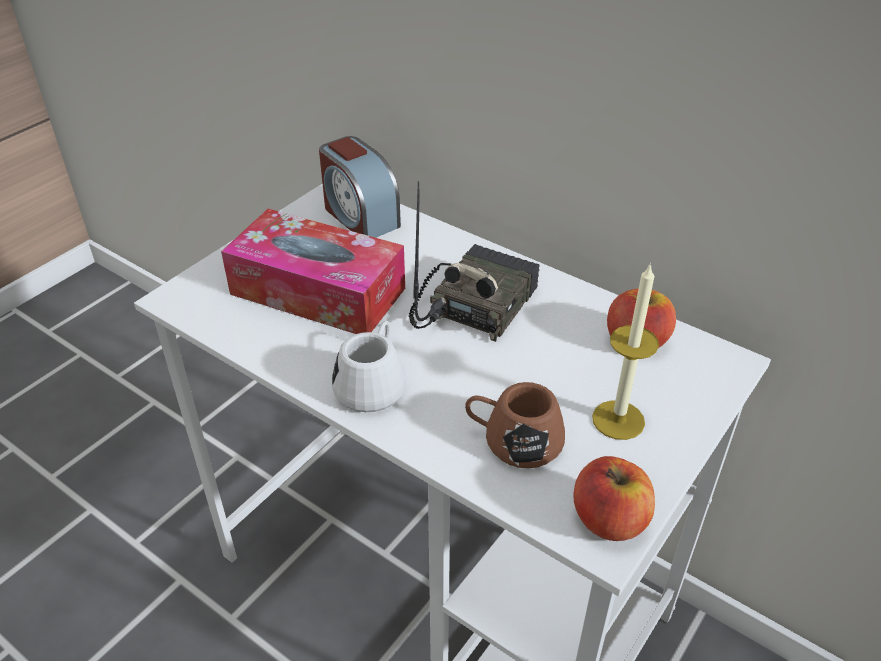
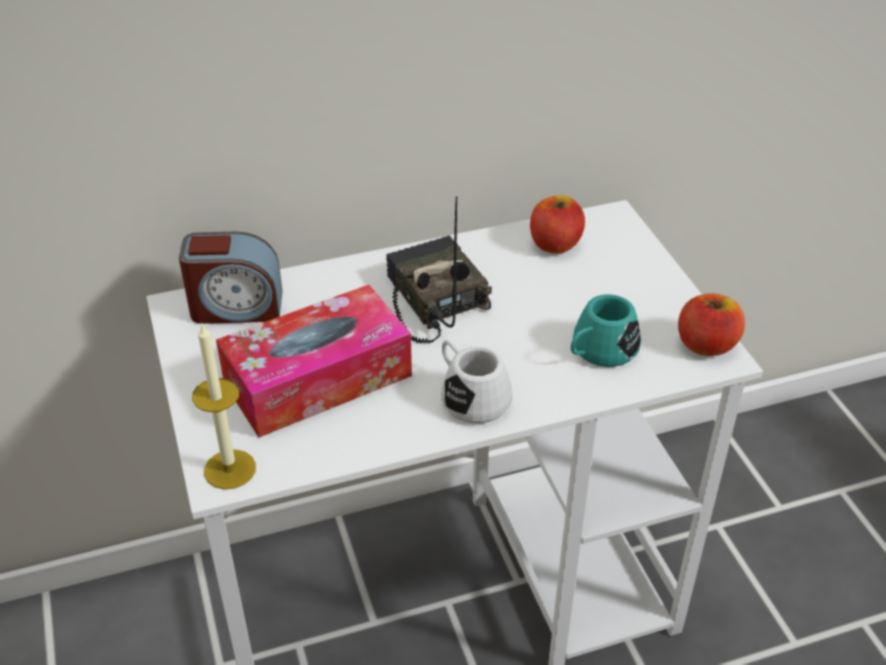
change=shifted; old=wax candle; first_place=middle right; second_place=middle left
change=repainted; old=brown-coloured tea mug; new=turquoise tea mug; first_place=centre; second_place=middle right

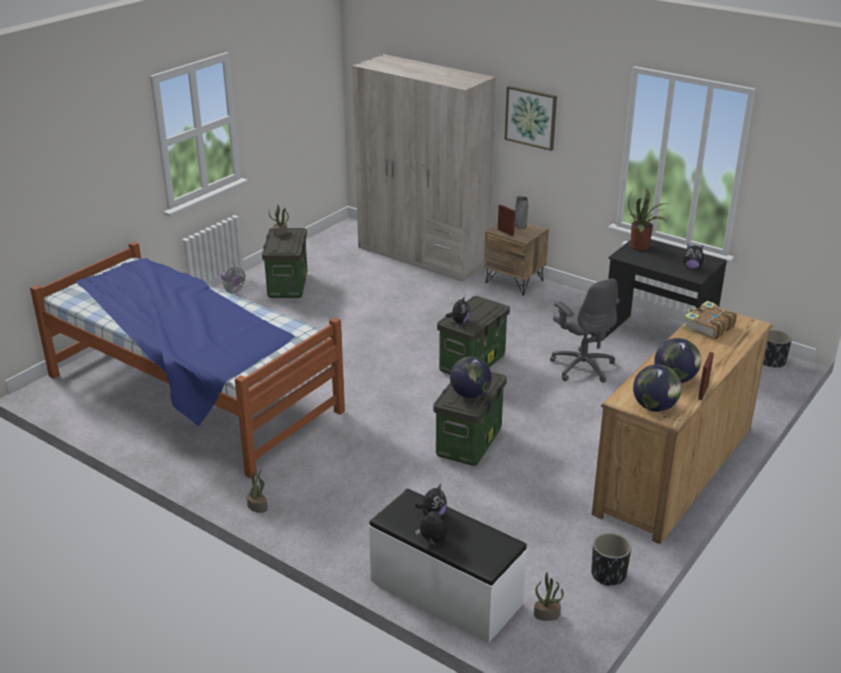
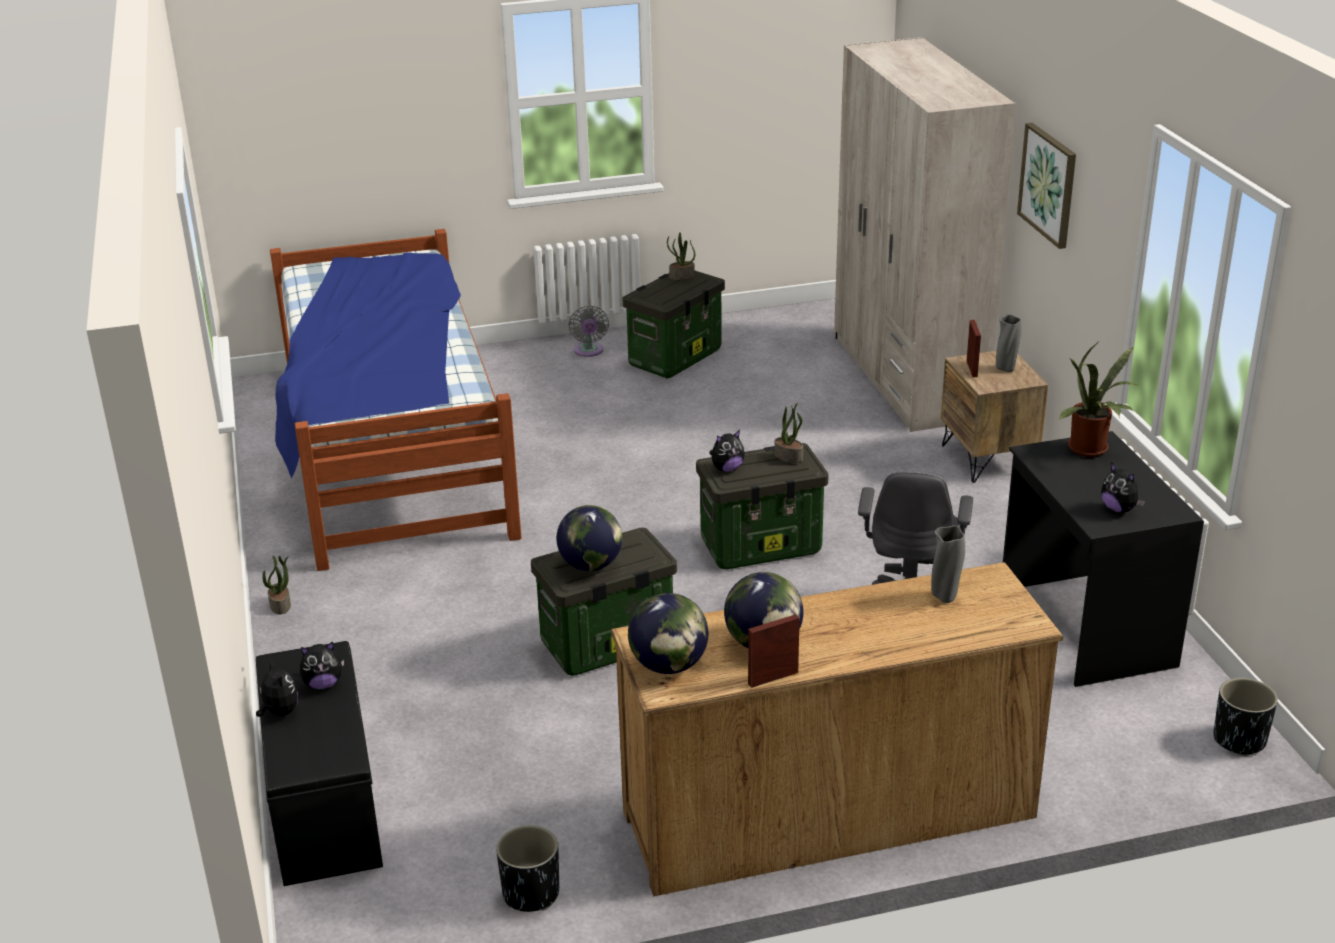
change=shifted; old=potted plant (no. 3 from left); first_place=bottom centre; second_place=centre
change=swapped; old=book; new=grey flower vase (no. 1 from left); first_place=middle right; second_place=middle right
change=repainted; old=white-coloured long seat; new=black long seat; first_place=bottom centre; second_place=bottom left

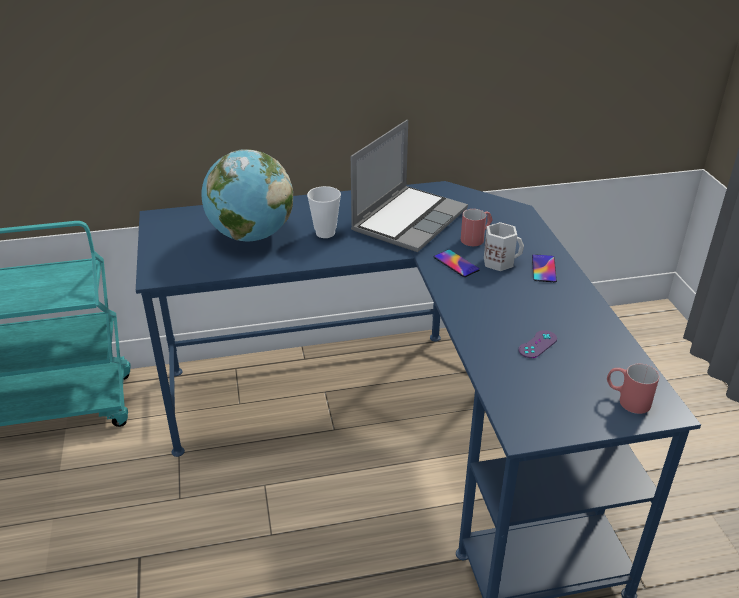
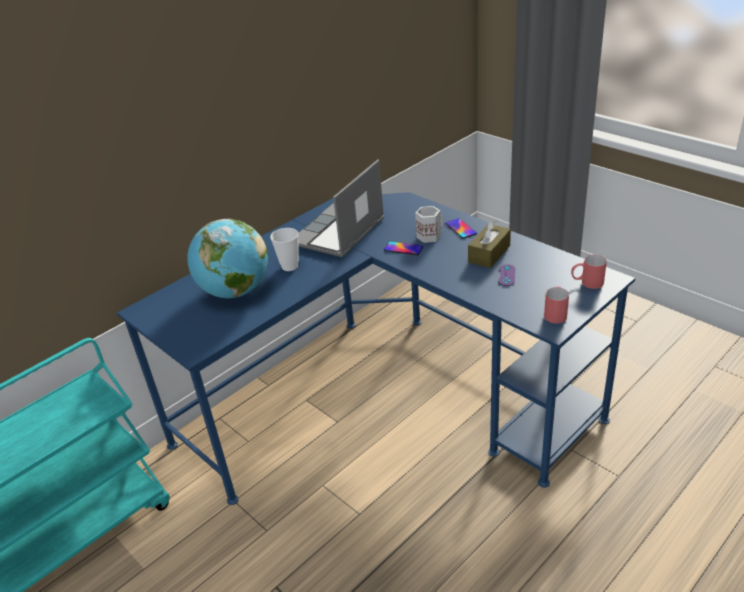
change=new; new=brown-coloured tissue box; second_place=centre
change=shifted; old=red-coloured tea mug (no. 1 from left); first_place=centre; second_place=middle right
change=rotated; old=laptop; first_place=top centre; second_place=centre; degrees=-150

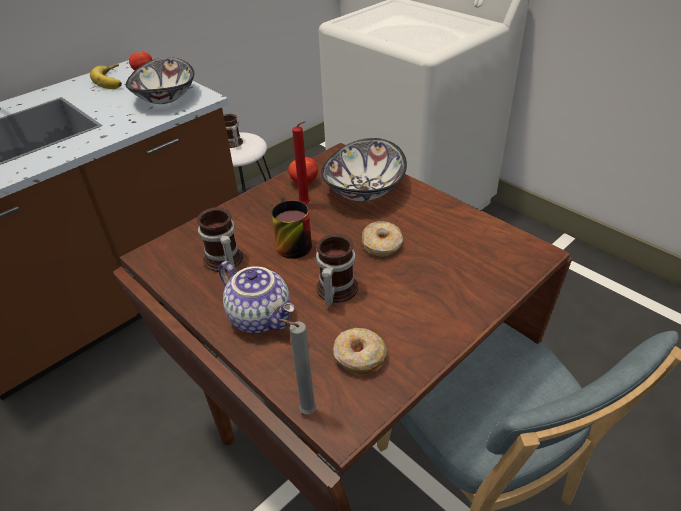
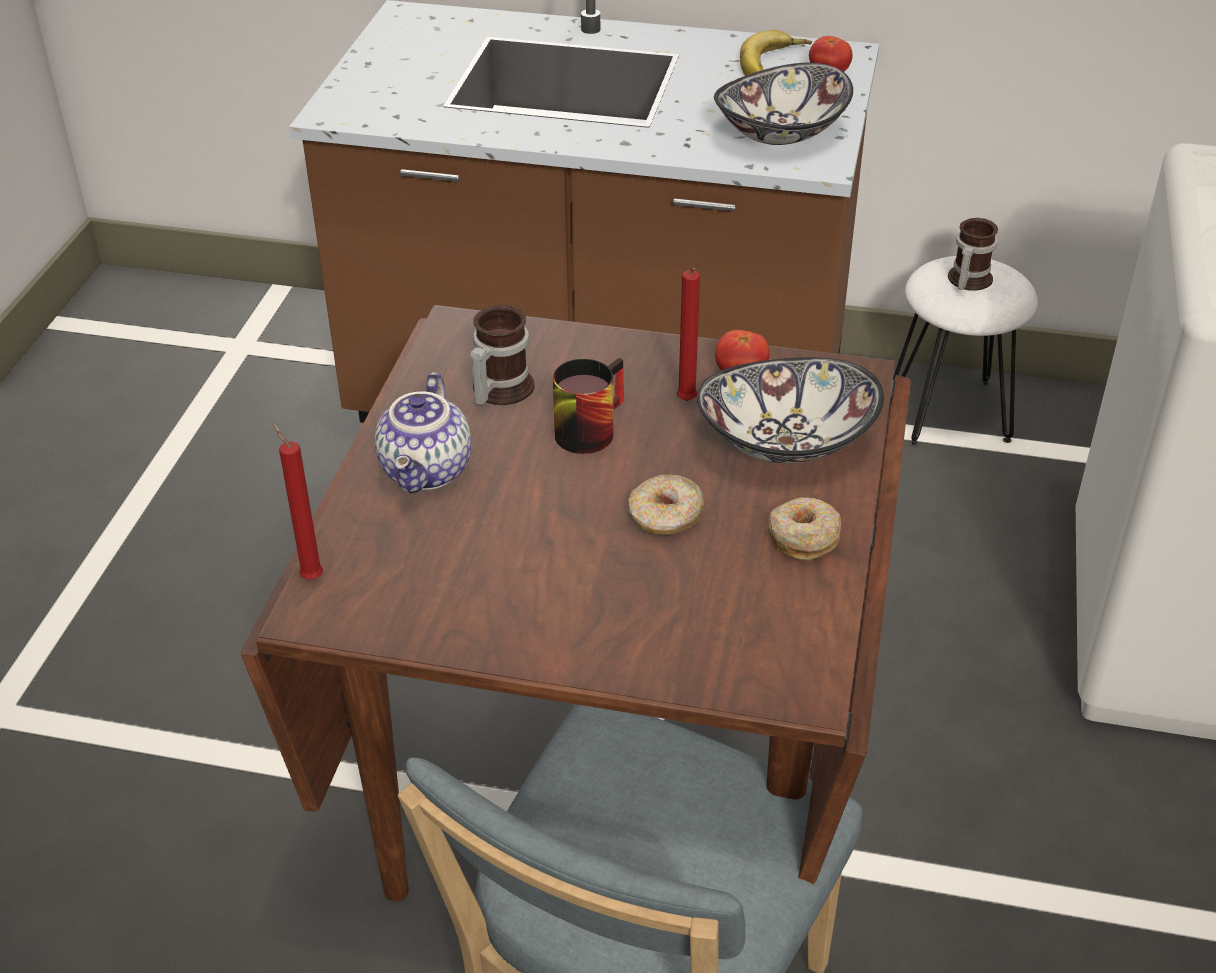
change=gone; old=tea mug (no. 4 from left); first_place=centre
change=shifted; old=donut (no. 1 from left in the first image); new=donut (no. 2 from left); first_place=bottom centre; second_place=centre
change=repainted; old=grey wax candle; new=red-coloured wax candle (no. 1 from left); first_place=bottom centre; second_place=middle left

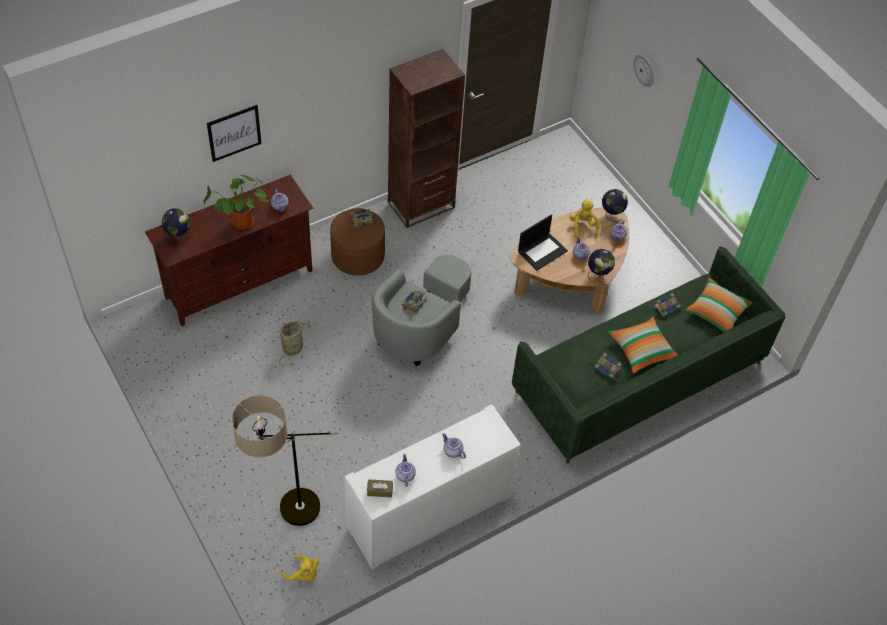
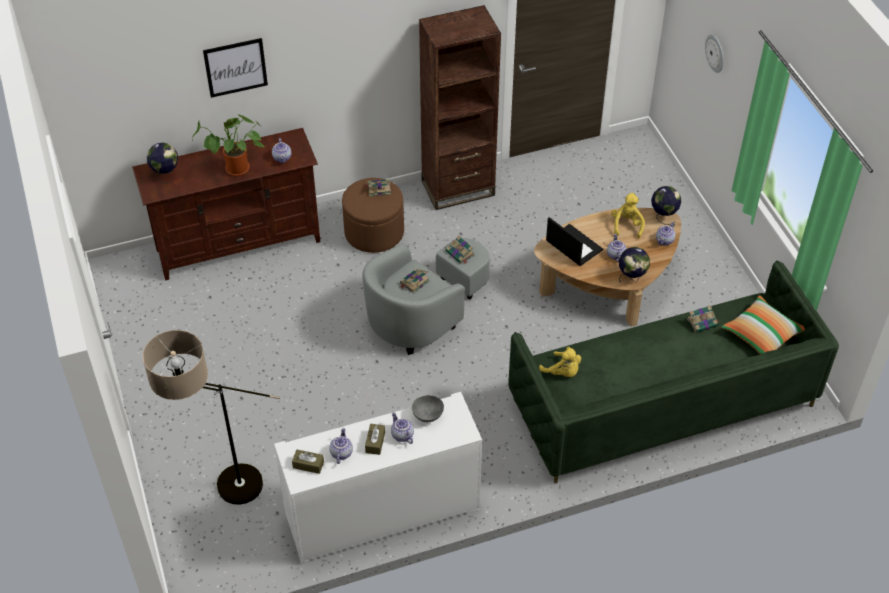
change=gone; old=storage basket; first_place=middle left
change=gone; old=cushion (no. 1 from left); first_place=middle right
change=new; new=brown-coloured tissue box (no. 2 from left); second_place=bottom centre
change=new; new=grey serving bowl; second_place=bottom centre
change=shifted; old=yellowish plush toy (no. 1 from left); first_place=bottom centre; second_place=centre
change=shifted; old=book (no. 3 from left); first_place=middle right; second_place=centre
change=rotated; old=laptop; first_place=centre; second_place=centre; degrees=-105

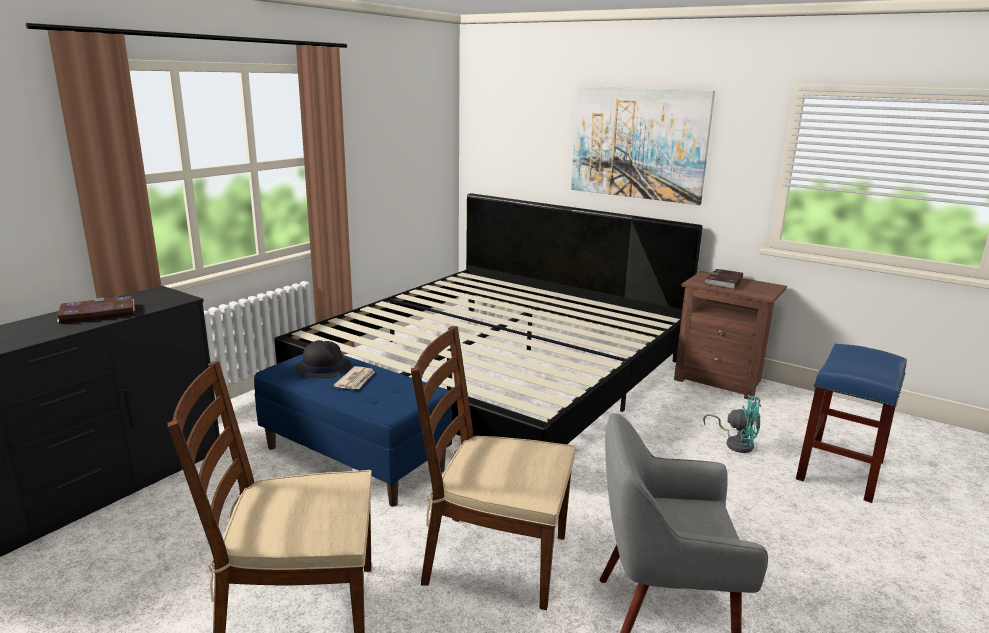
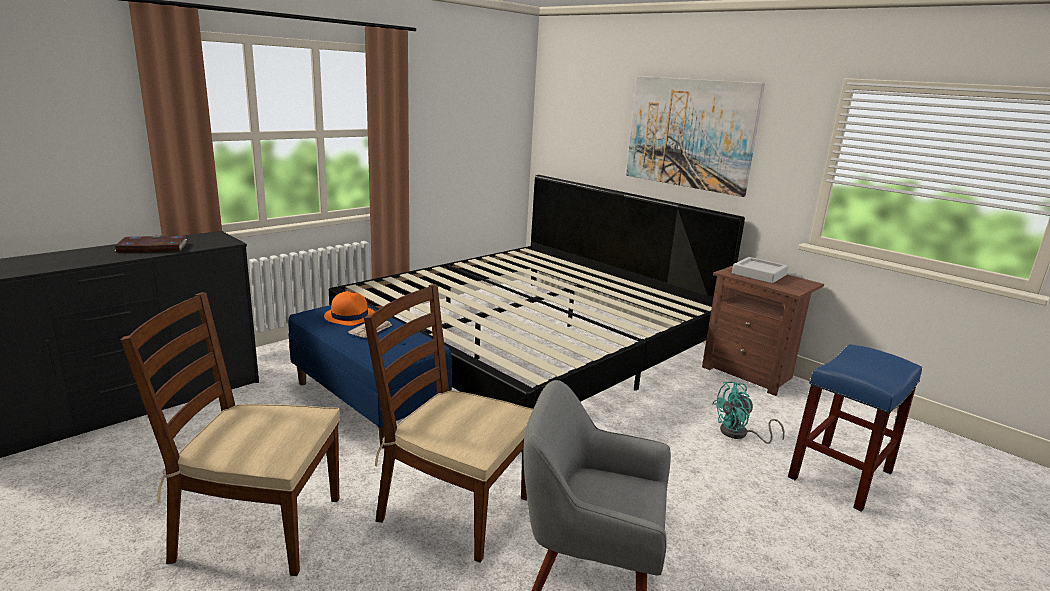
change=swapped; old=book (no. 2 from left); new=grey tray; first_place=middle right; second_place=middle right
change=repainted; old=black clothing hat; new=orangey clothing hat; first_place=middle left; second_place=middle left
change=rotated; old=turquoise electric fan; first_place=bottom right; second_place=bottom right; degrees=120

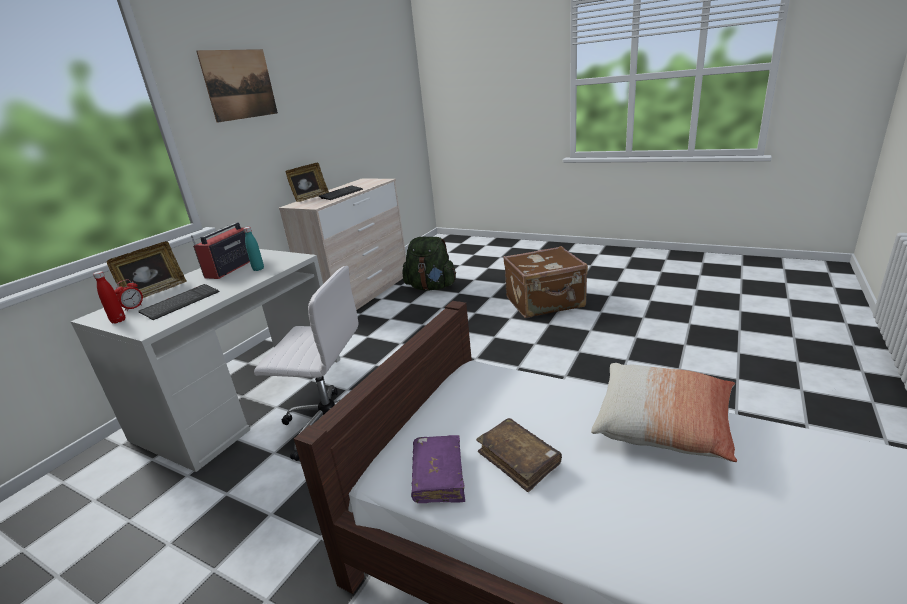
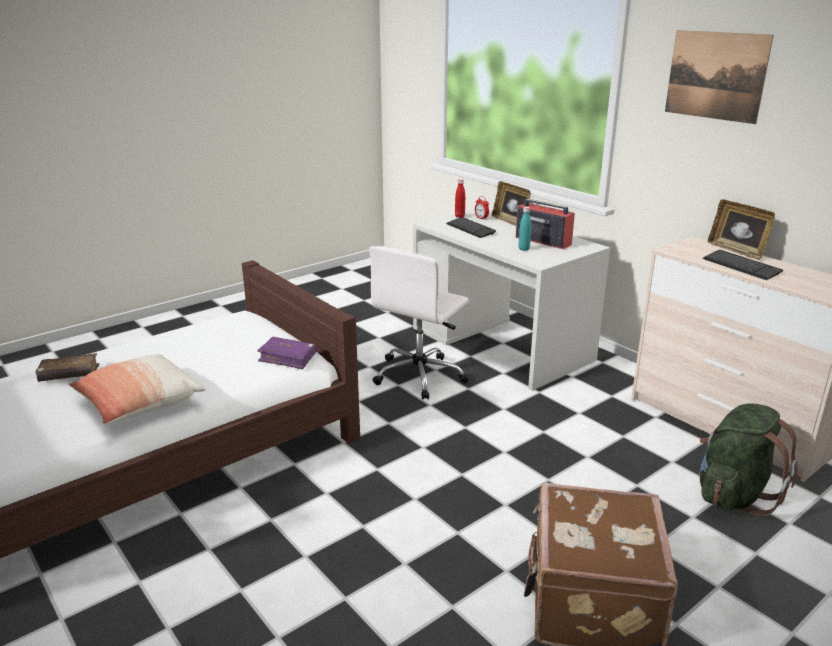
change=shifted; old=purple-coloured book; first_place=bottom centre; second_place=centre
change=shifted; old=brown-coloured book; first_place=bottom centre; second_place=middle left

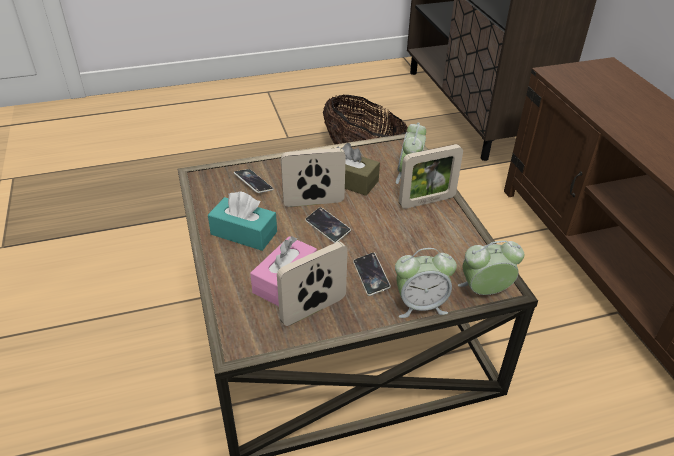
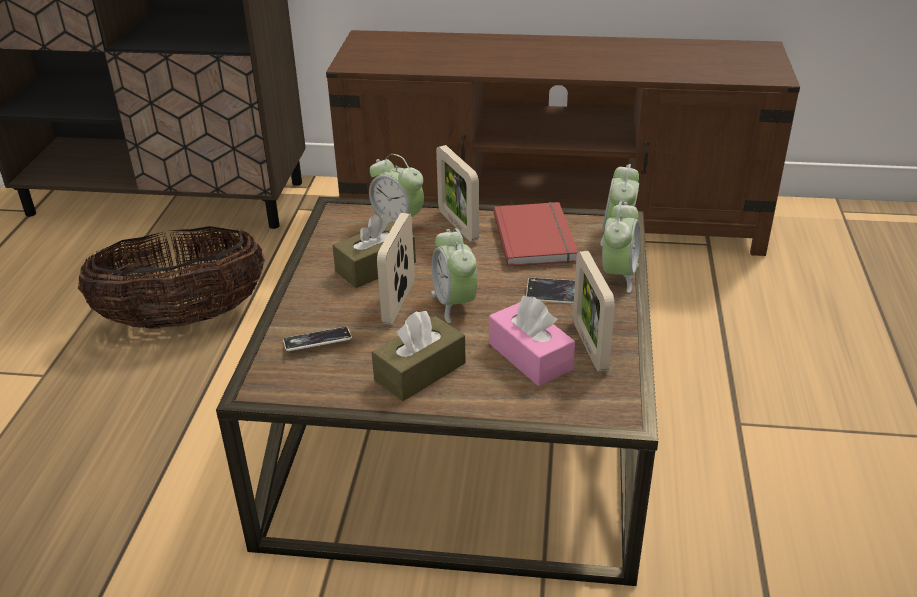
change=new; new=red-coloured book; second_place=centre
change=swapped; old=handset (no. 2 from left); new=bedside clock (no. 2 from left); first_place=centre; second_place=centre
change=repainted; old=turquoise tissue box; new=brown-coloured tissue box (no. 2 from left); first_place=centre; second_place=centre
change=rotated; old=picture frame (no. 3 from left in the first image); first_place=centre; second_place=top centre; degrees=150

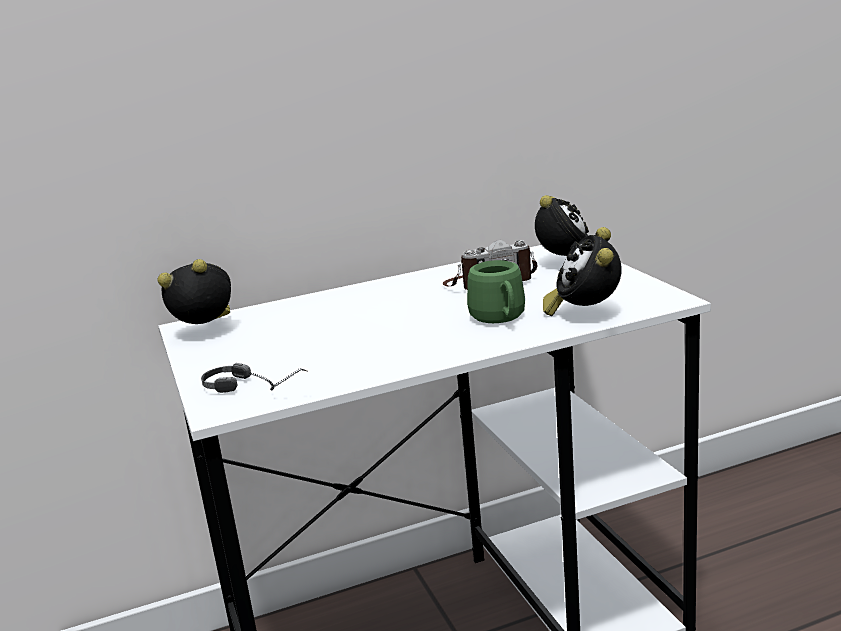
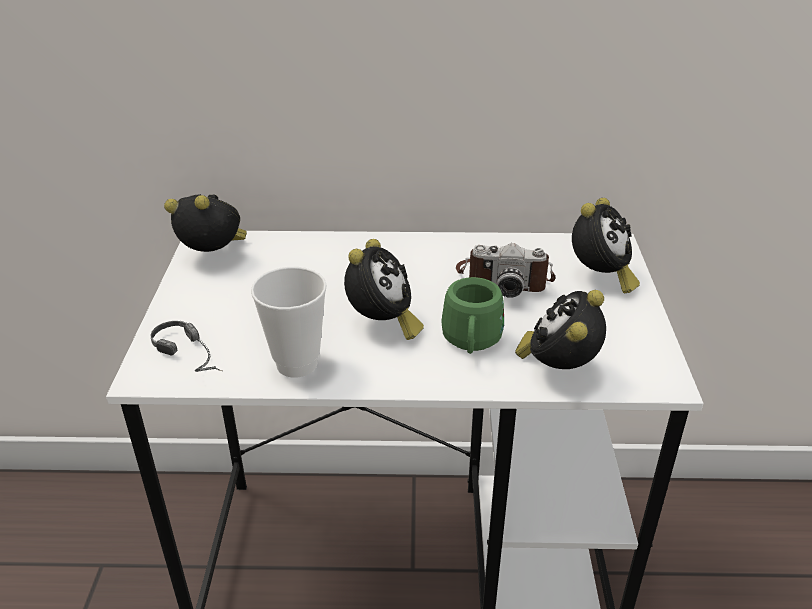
change=new; new=drinking cup; second_place=centre
change=new; new=bedside clock (no. 2 from left); second_place=centre

